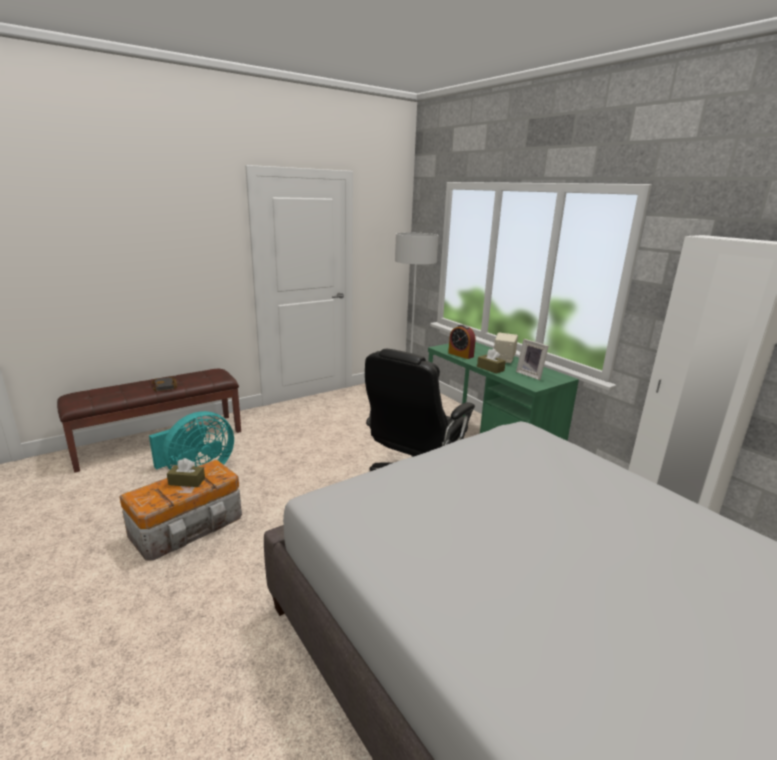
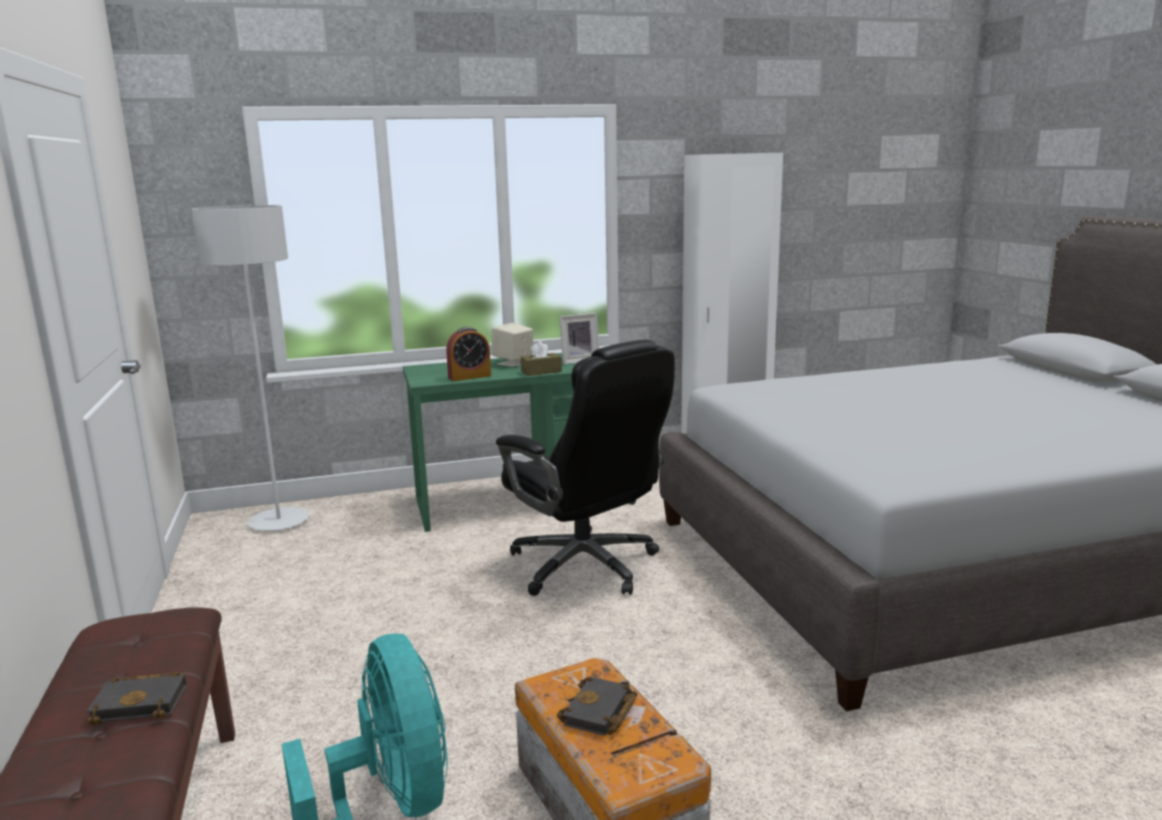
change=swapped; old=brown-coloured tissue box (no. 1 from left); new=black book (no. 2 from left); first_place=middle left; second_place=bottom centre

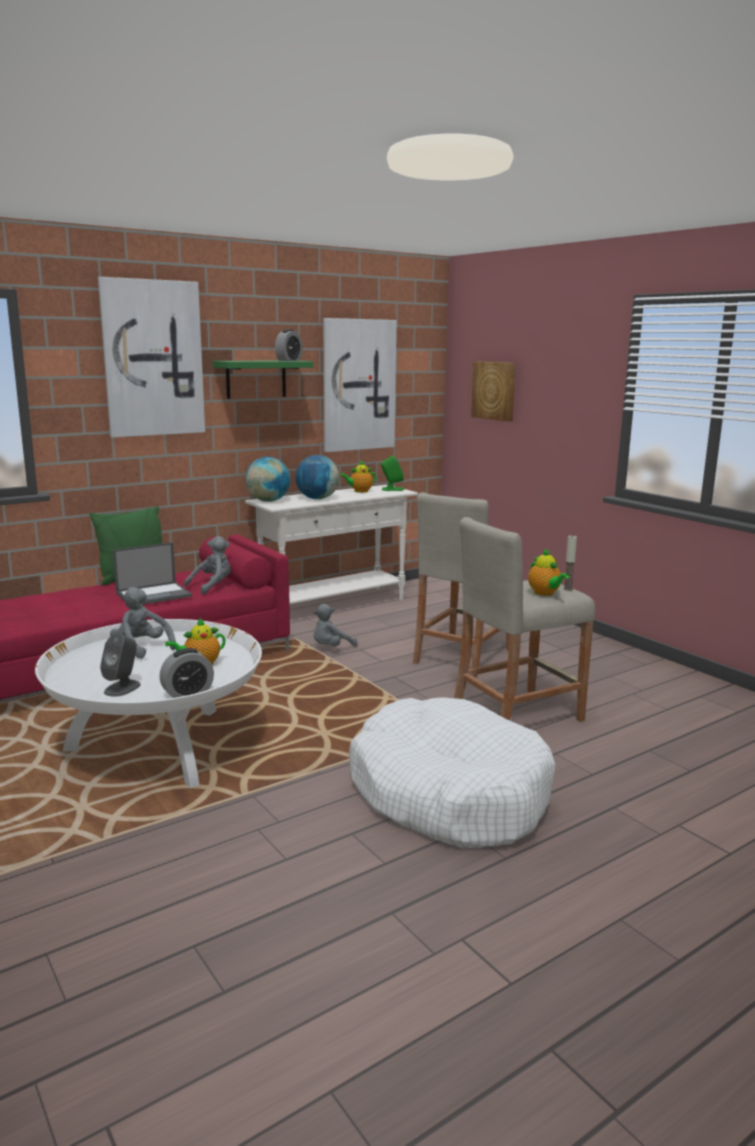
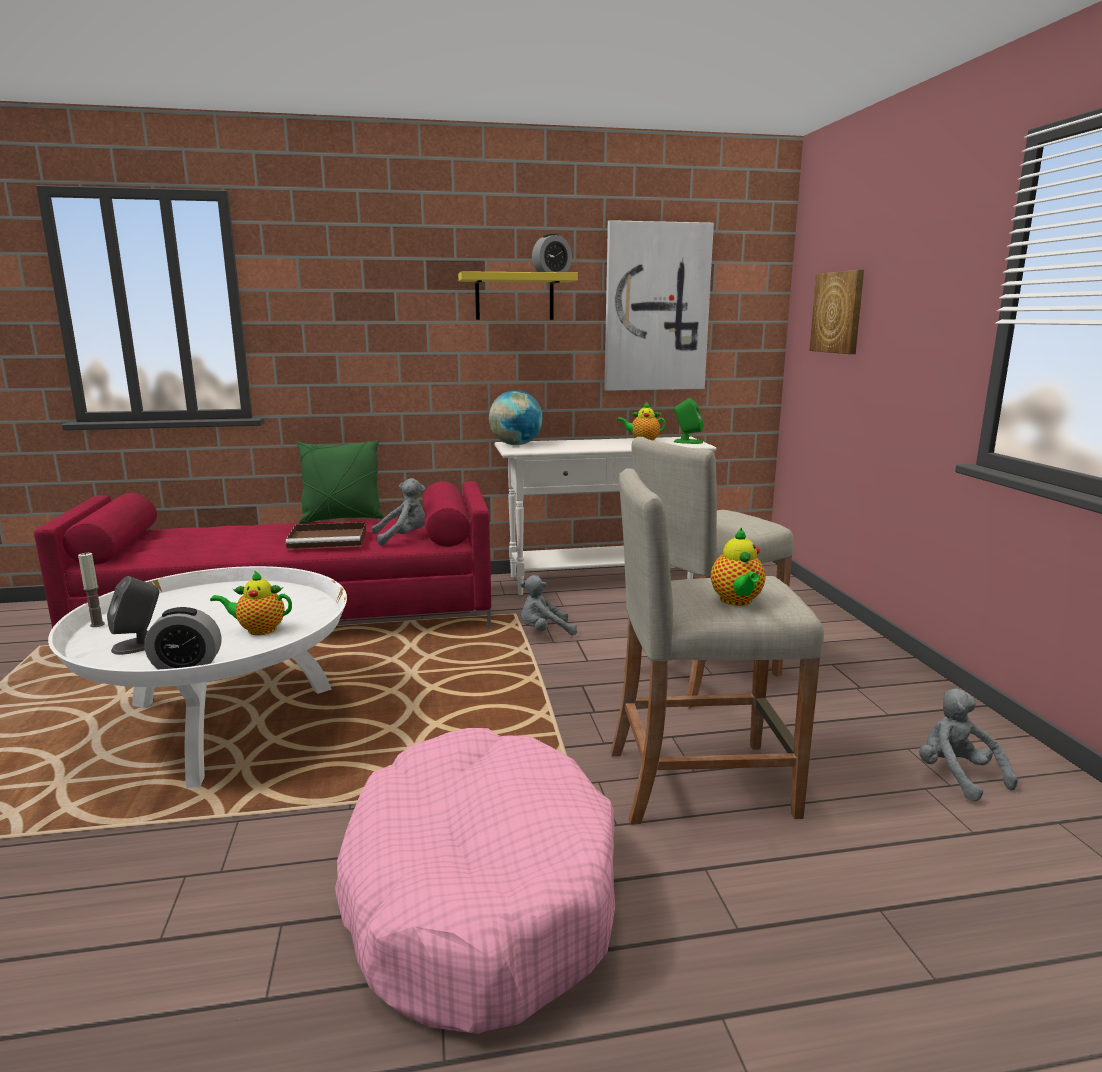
change=gone; old=wall art (no. 1 from left); first_place=top left
change=gone; old=desk globe (no. 2 from left); first_place=centre
change=shifted; old=grey plush toy (no. 1 from left in the first image); new=grey plush toy (no. 3 from left); first_place=middle left; second_place=bottom right
change=shifted; old=wax candle; first_place=middle right; second_place=middle left
change=swapped; old=laptop; new=brown-coloured tray; first_place=middle left; second_place=middle left
change=repainted; old=green-coloured bracket shelf; new=yellowish bracket shelf; first_place=top centre; second_place=top centre
change=repainted; old=white-coloured dog cushion; new=pink-coloured dog cushion; first_place=bottom centre; second_place=bottom centre

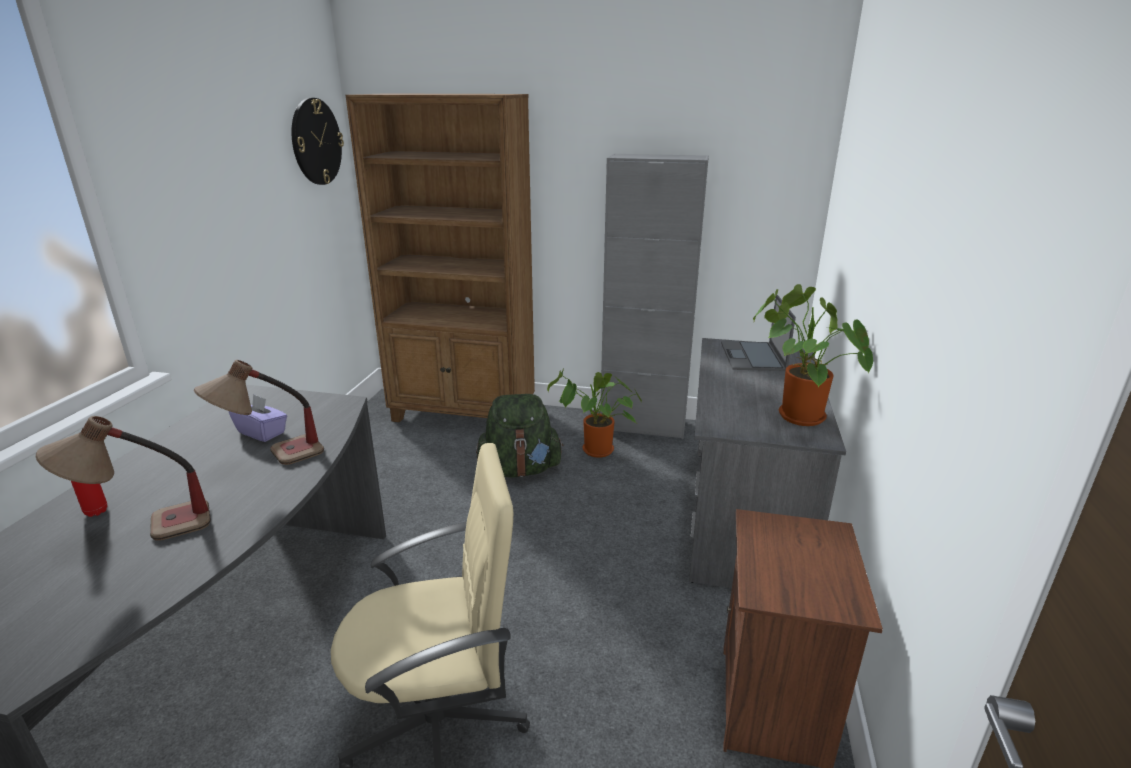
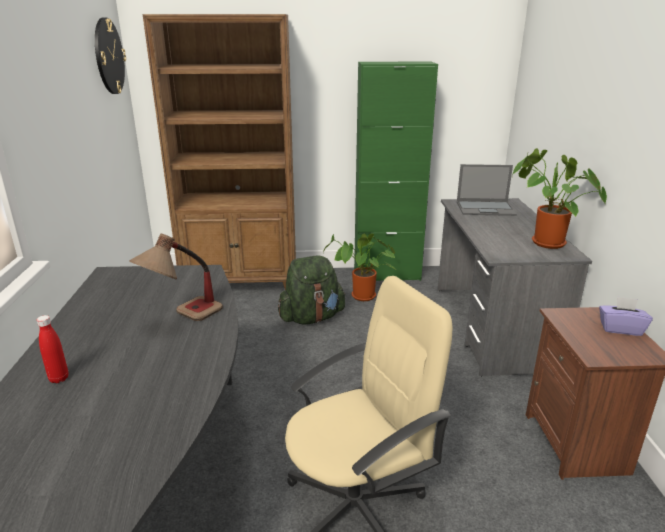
change=gone; old=table lamp (no. 1 from left); first_place=middle left
change=shifted; old=purple-coloured tissue box; first_place=middle left; second_place=middle right
change=repainted; old=grey cabinet; new=green-coloured cabinet; first_place=centre; second_place=top centre
change=rotated; old=laptop; first_place=middle right; second_place=middle right; degrees=-75

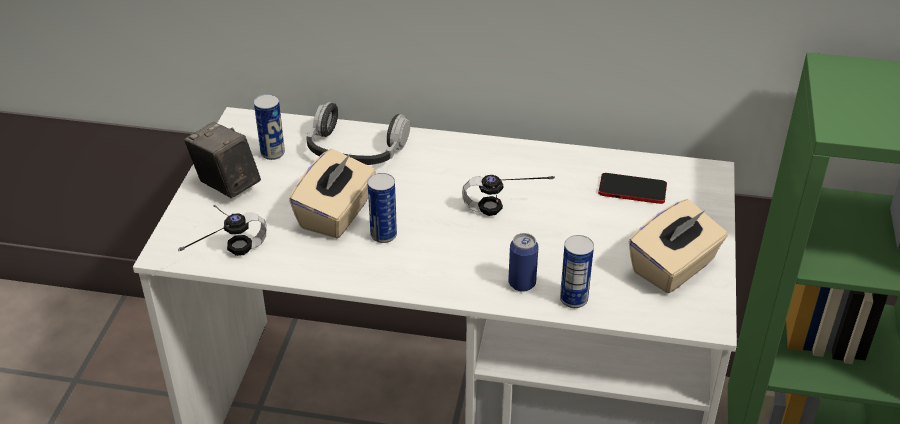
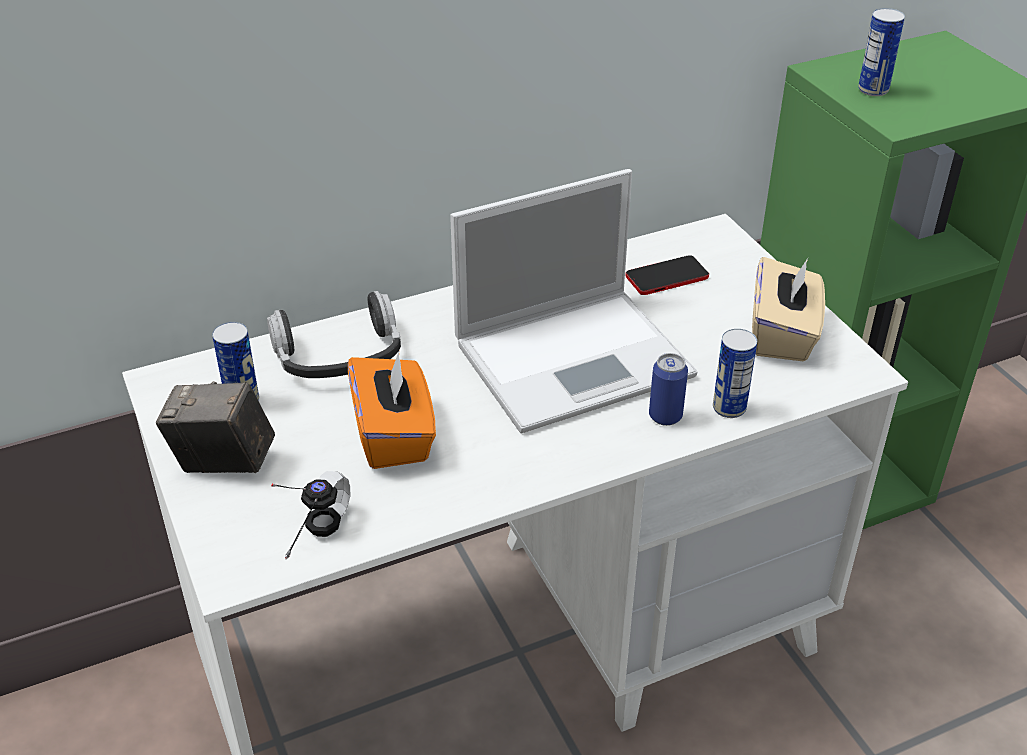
change=shifted; old=metal can (no. 2 from left in the first image); new=metal can (no. 4 from left); first_place=centre; second_place=top right
change=swapped; old=headphones (no. 3 from left); new=laptop; first_place=centre; second_place=centre
change=repainted; old=sand-coloured tissue box (no. 1 from left); new=orangey tissue box; first_place=centre; second_place=centre

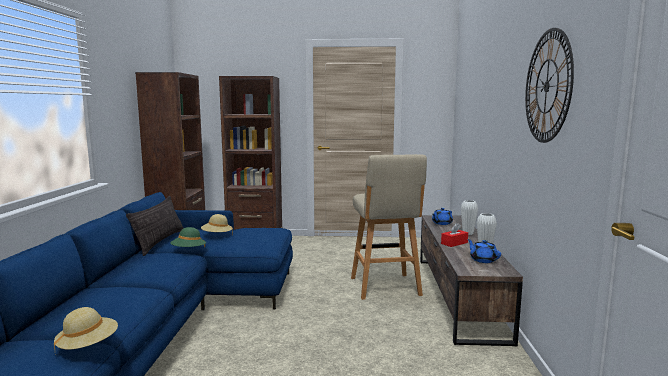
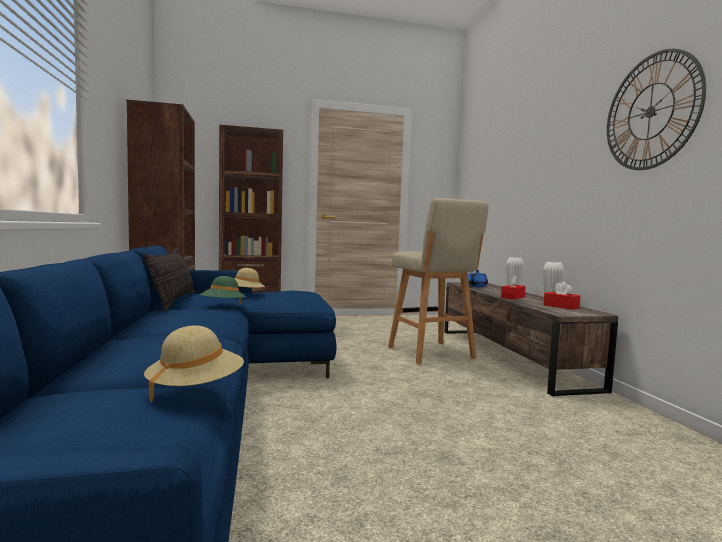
change=swapped; old=blue tea pot (no. 2 from left); new=red-coloured tissue box (no. 2 from left); first_place=bottom right; second_place=middle right

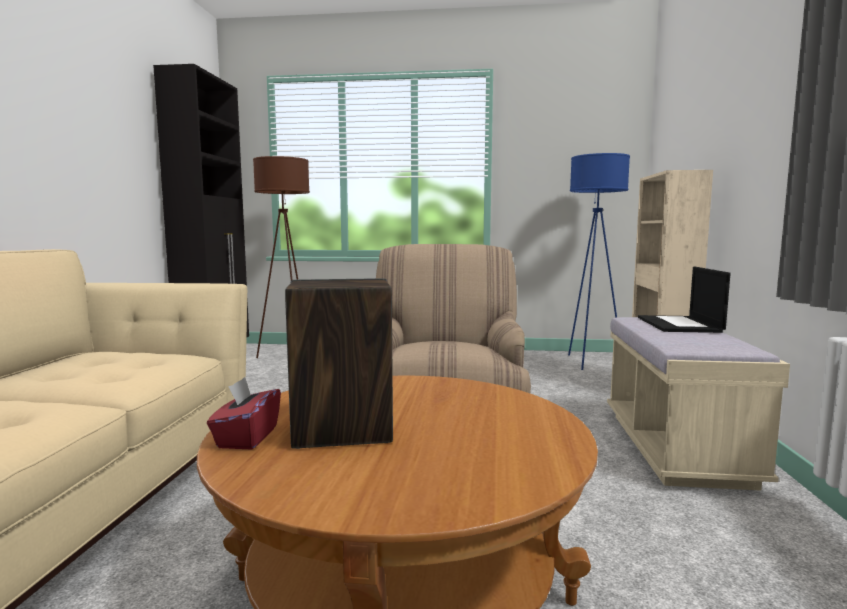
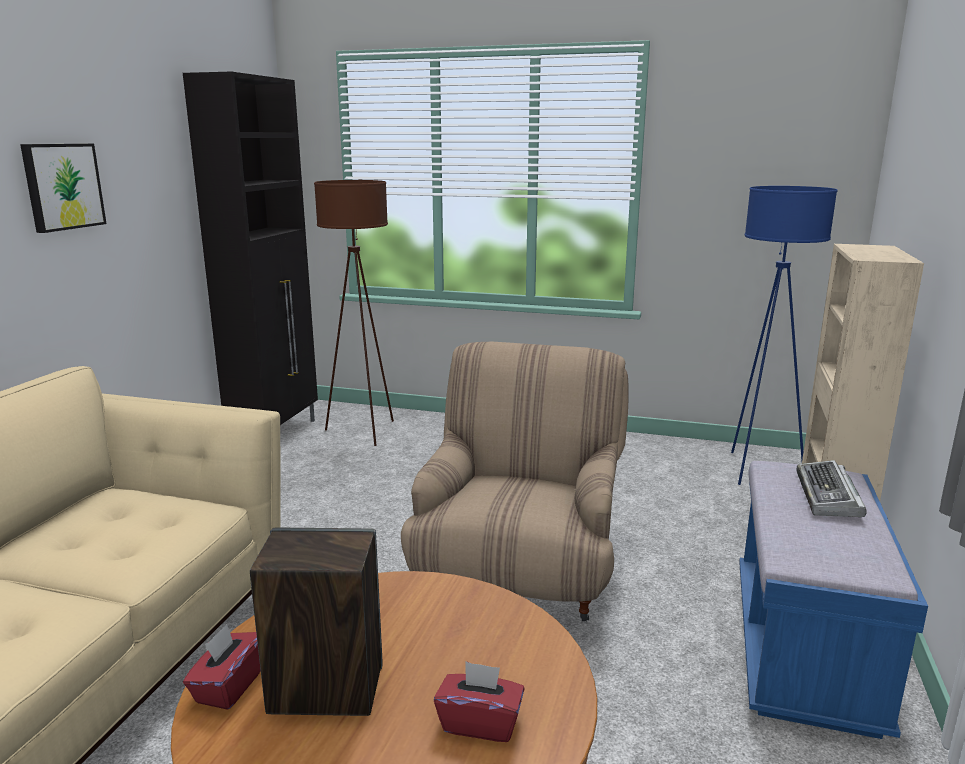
change=new; new=wall art; second_place=top left
change=new; new=red-coloured tissue box (no. 2 from left); second_place=bottom centre
change=swapped; old=laptop; new=keyboard; first_place=middle right; second_place=middle right
change=repainted; old=sand-coloured long seat; new=blue long seat; first_place=middle right; second_place=bottom right

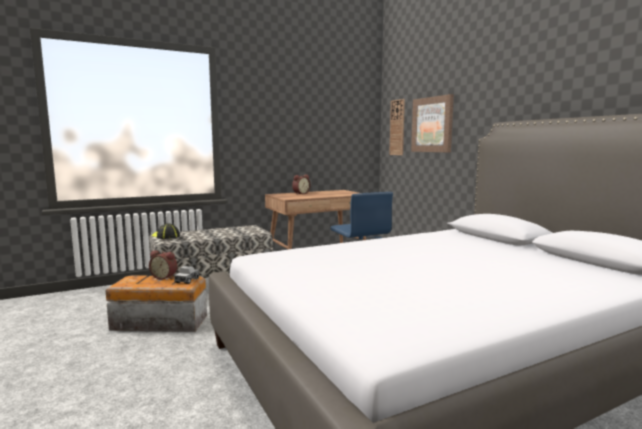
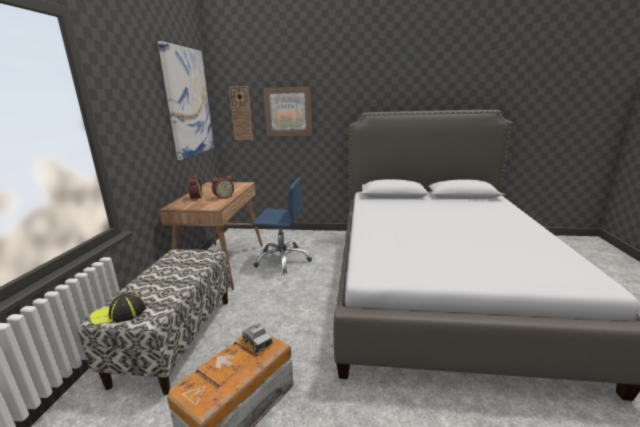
change=new; new=wall art (no. 1 from left); second_place=top left
change=shifted; old=bedside clock (no. 1 from left in the first image); new=bedside clock (no. 2 from left); first_place=middle left; second_place=centre

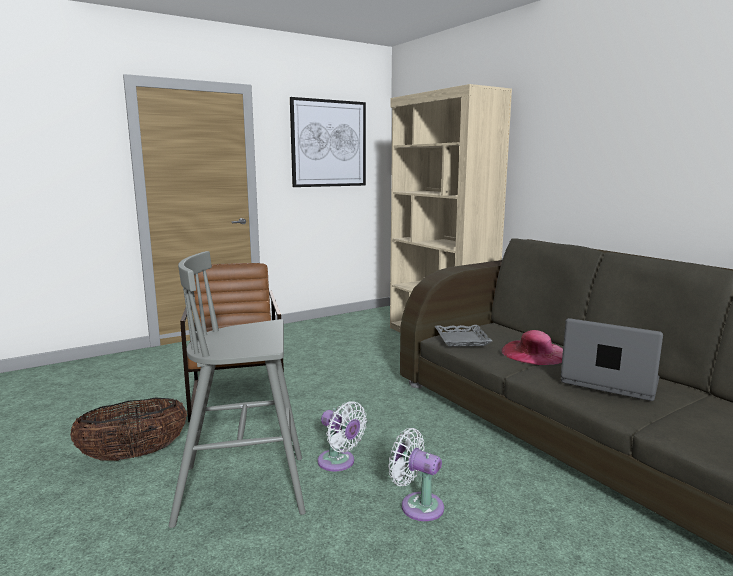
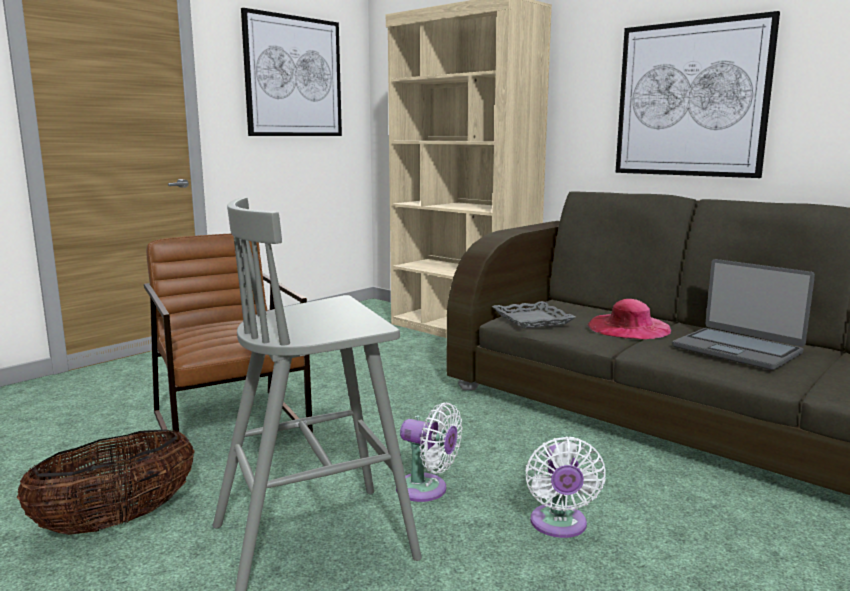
change=new; new=wall art (no. 2 from left); second_place=top right
change=rotated; old=white-coloured electric fan (no. 2 from left); first_place=bottom centre; second_place=bottom centre; degrees=-105
change=rotated; old=laptop; first_place=middle right; second_place=middle right; degrees=-150

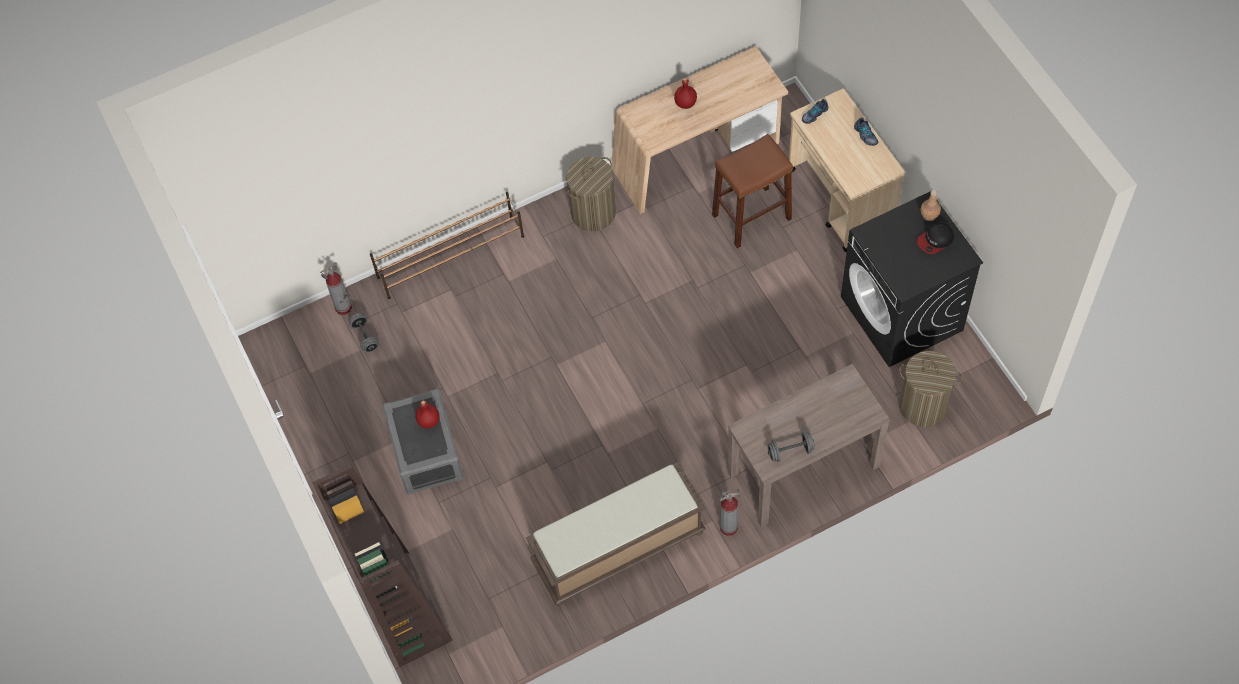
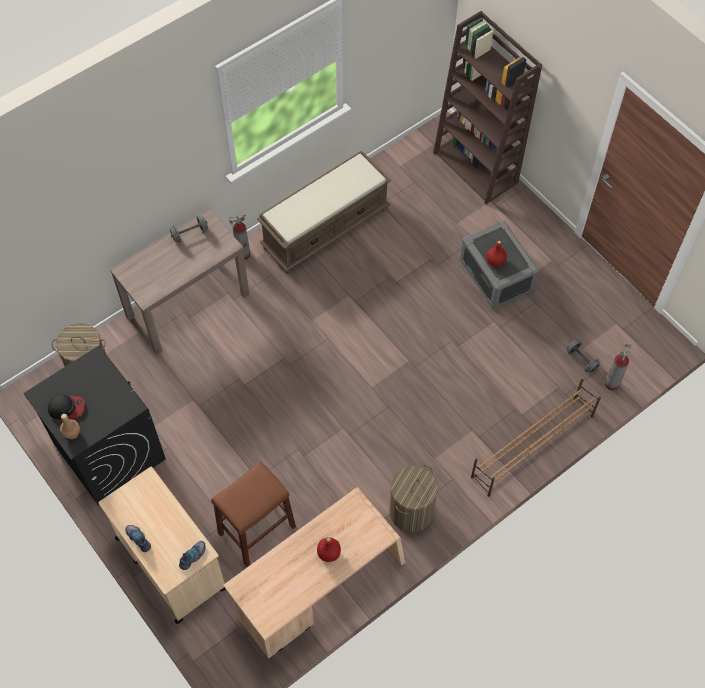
change=rotated; old=baseball cap; first_place=middle right; second_place=middle left; degrees=45

